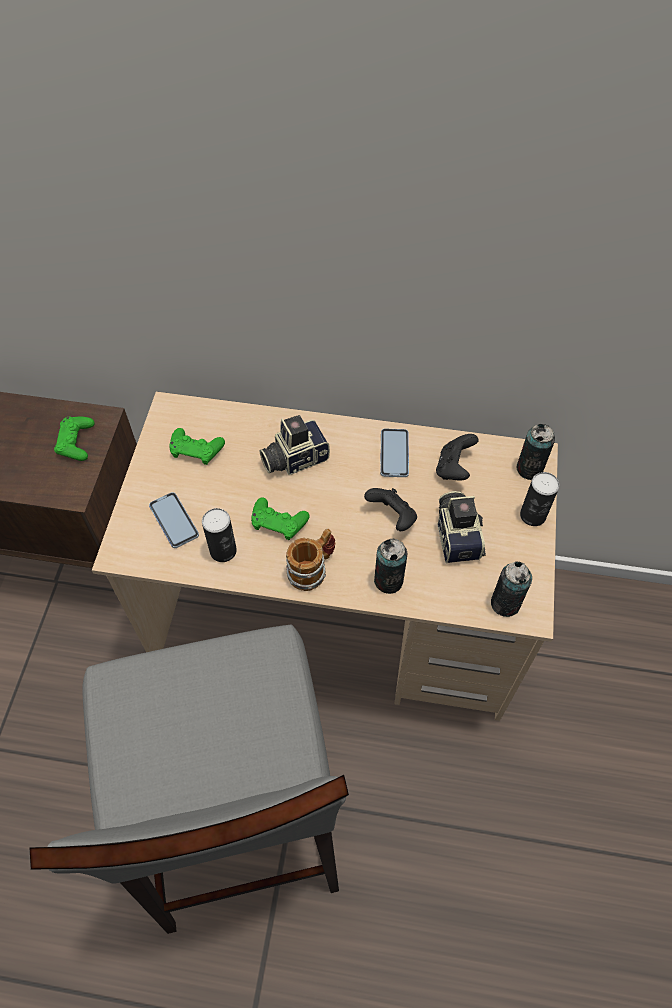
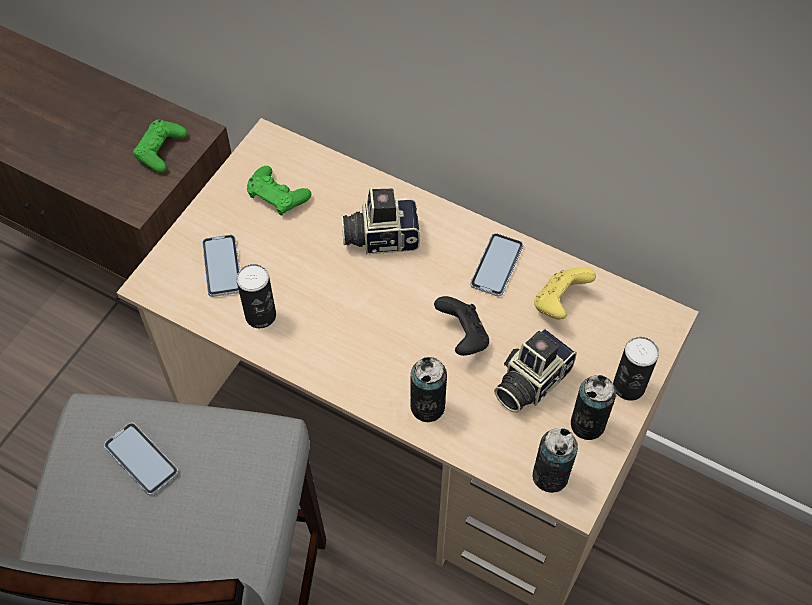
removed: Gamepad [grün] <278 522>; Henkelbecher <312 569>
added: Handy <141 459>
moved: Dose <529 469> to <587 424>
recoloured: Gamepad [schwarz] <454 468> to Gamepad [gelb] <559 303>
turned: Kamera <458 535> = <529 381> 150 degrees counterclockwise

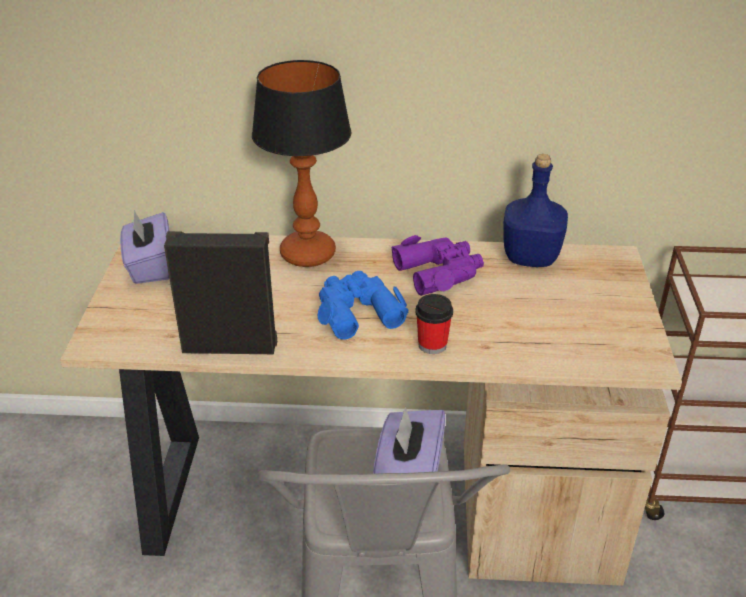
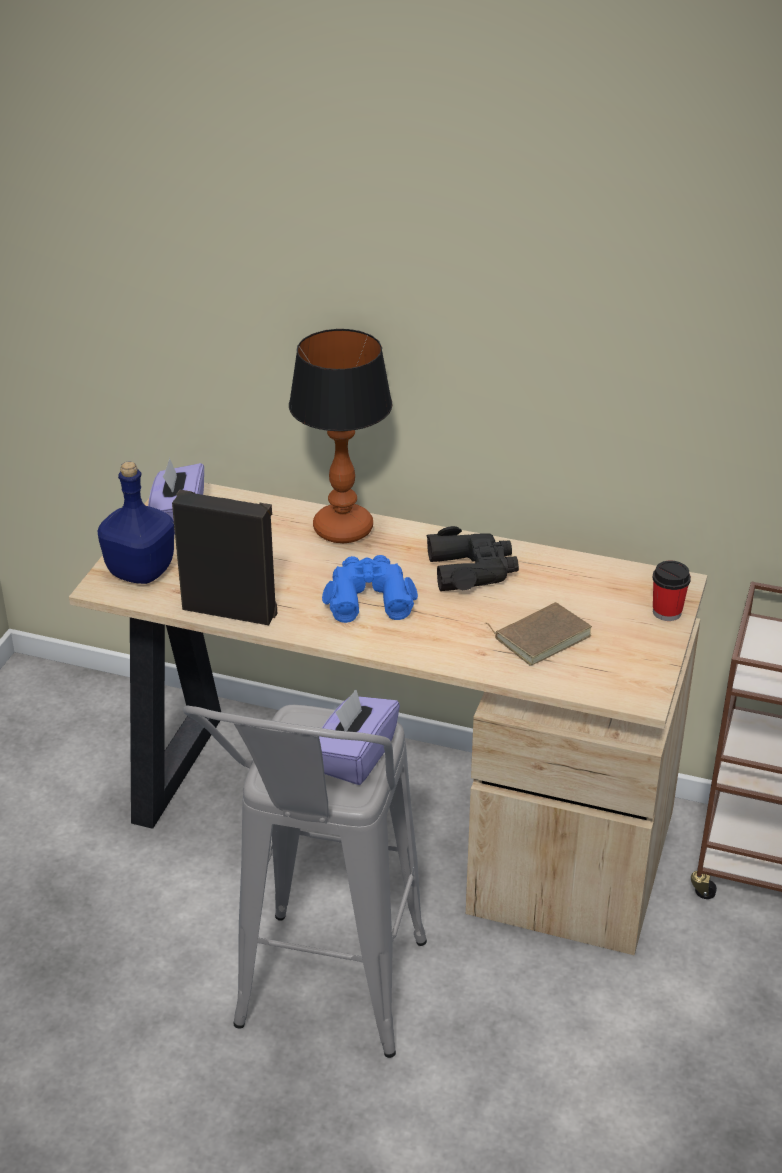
added: Buch [braun] <541 636>
moved: Tasse <432 345> to <667 612>; Flasche [blau] <529 257> to <139 571>
recoloured: Fernglas [lila] <439 272> to Fernglas [schwarz] <472 570>

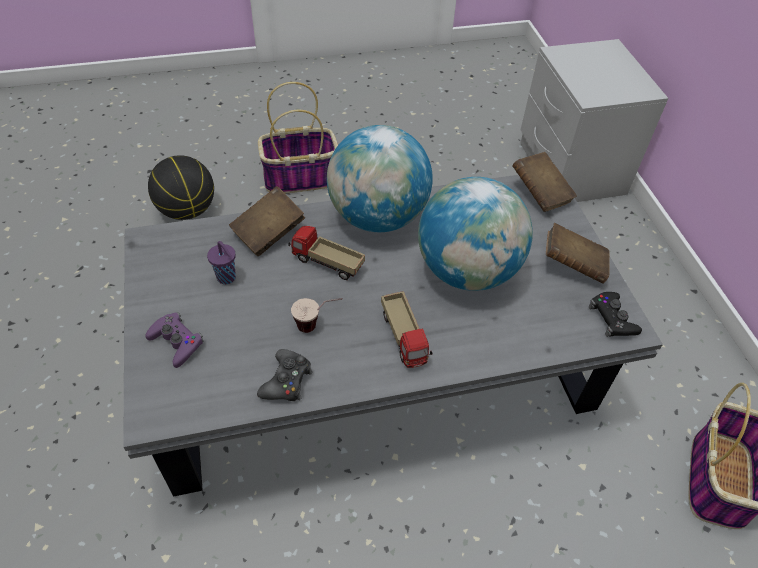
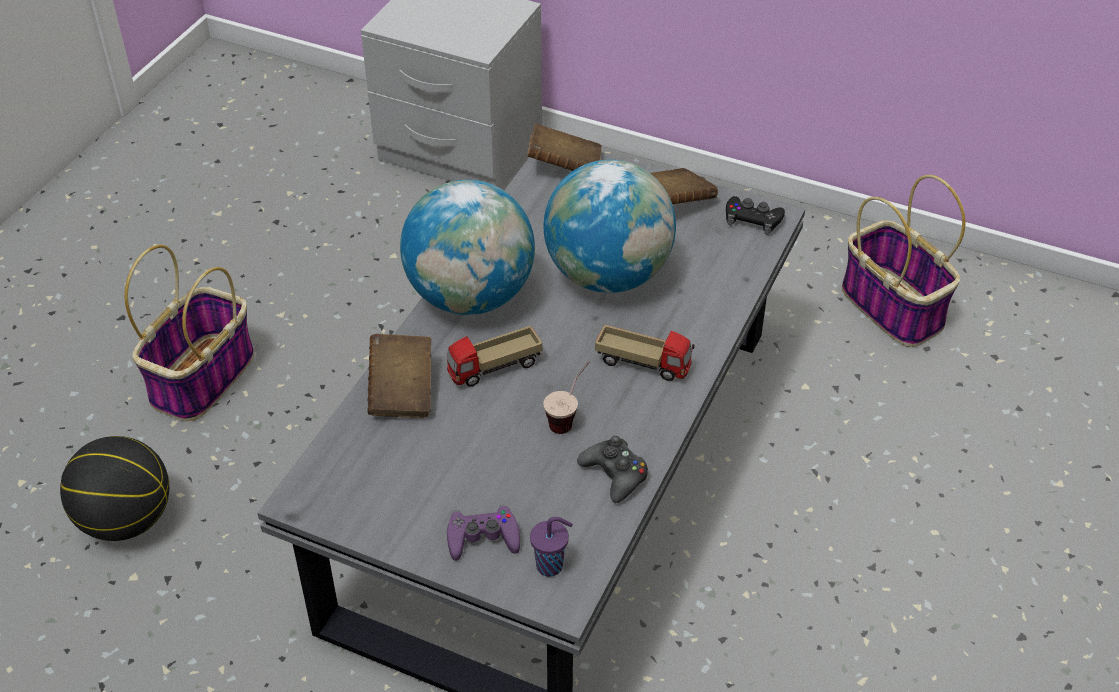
moved: Tasse [lila] <227 278> to <551 566>

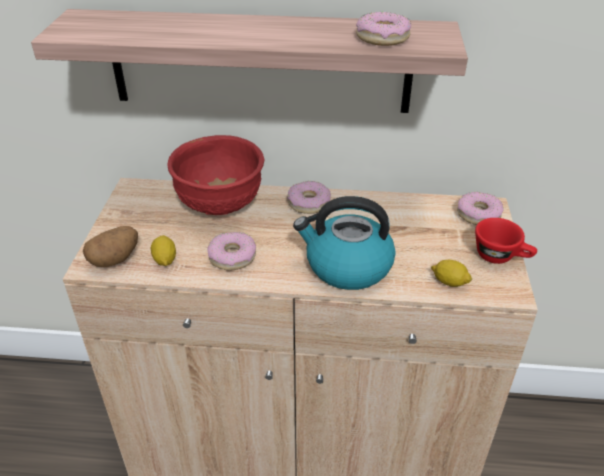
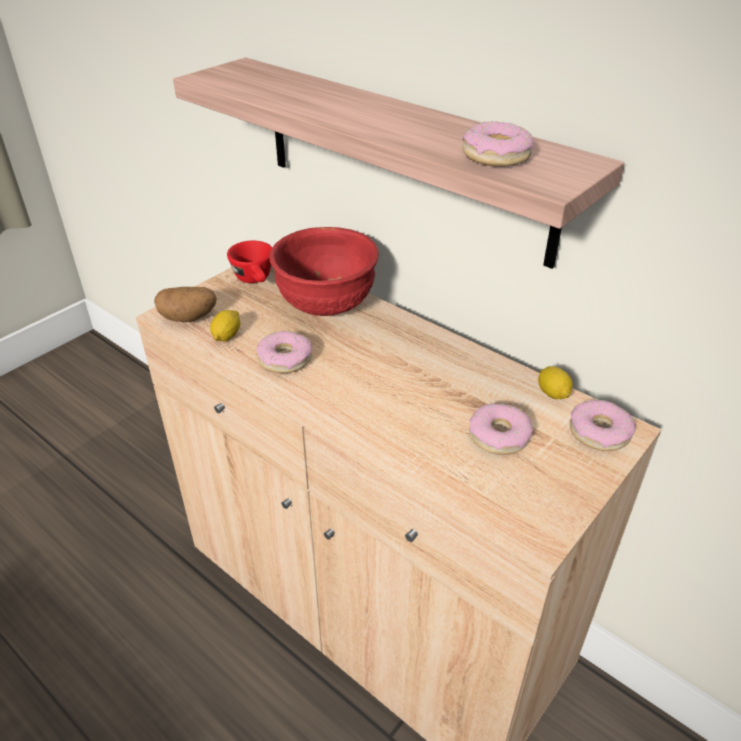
removed: Wasserkessel <347 266>
moved: Donut <308 203> to <499 436>; Zitrone <449 282> to <552 393>; Tasse [rot] <501 256> to <256 280>

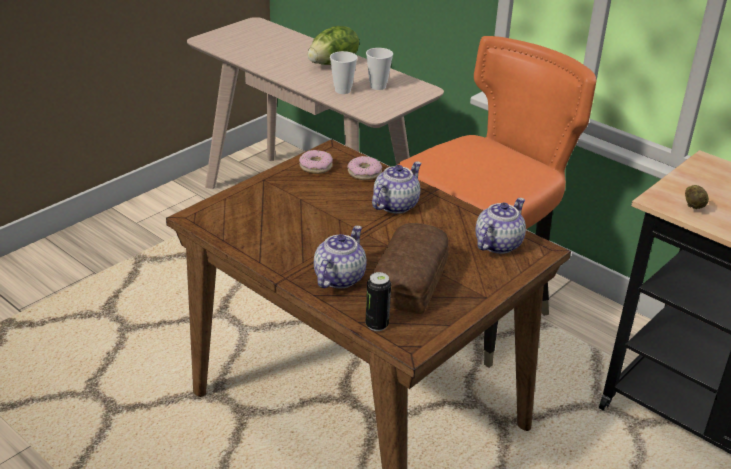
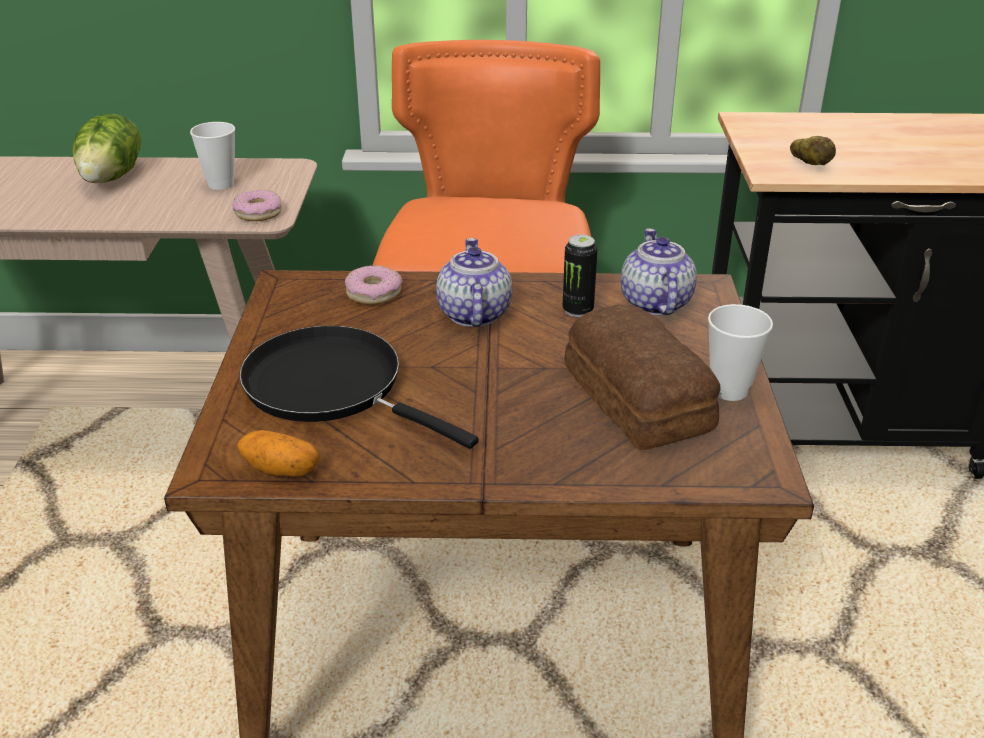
removed: Teekanne <339 277>
added: Kartoffel <281 469>; Pfanne [schwarz] <332 387>
moved: Donut <316 167> to <258 213>; Tasse <342 90> to <729 390>; Dose <377 325> to <577 310>

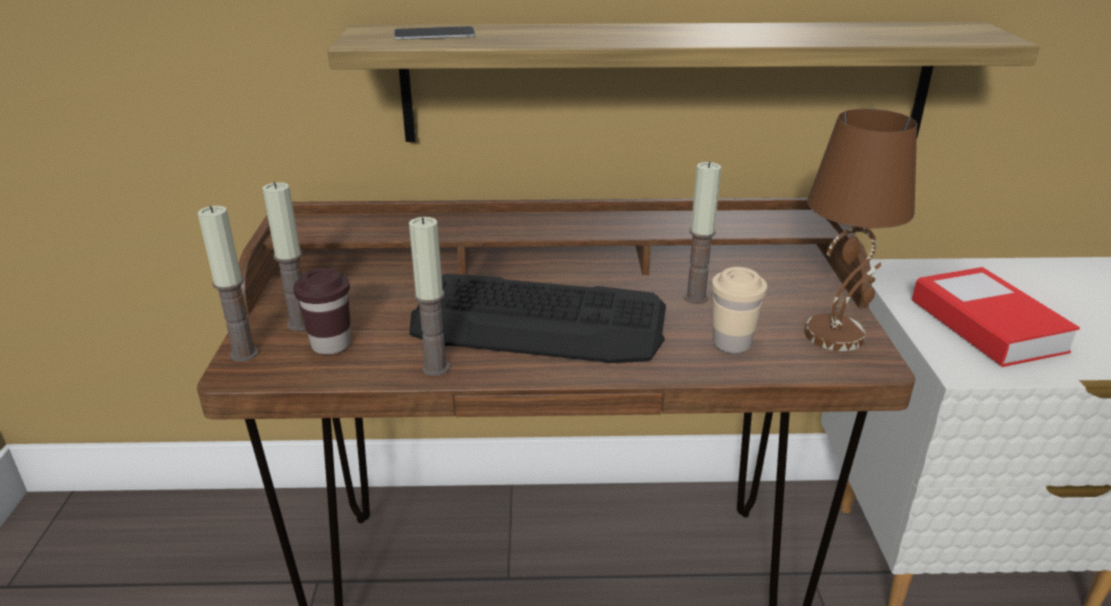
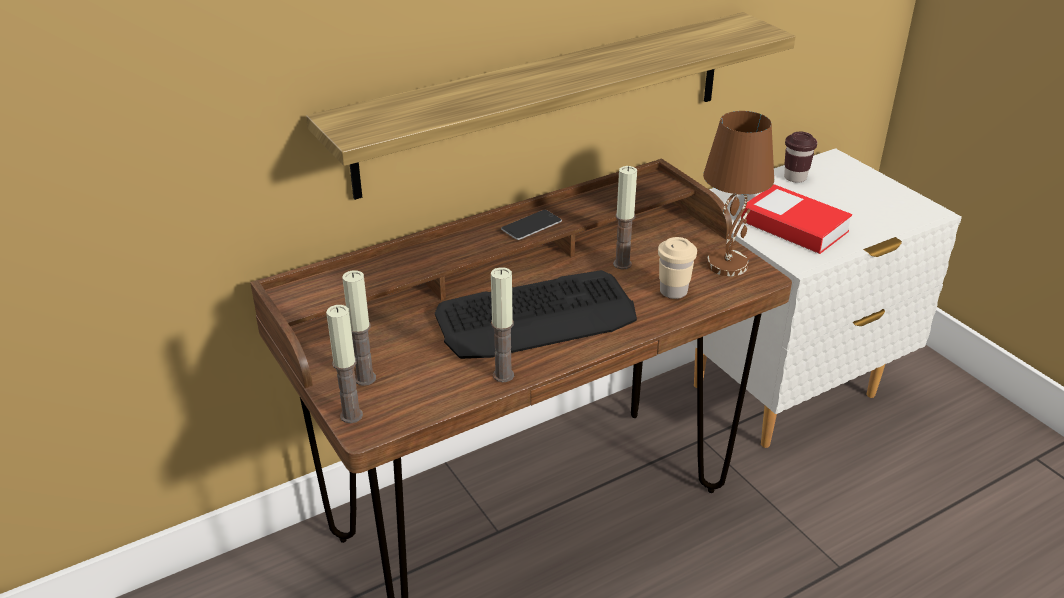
moved: Tasse [braun] <331 345> to <795 177>; Handy <434 34> to <531 225>

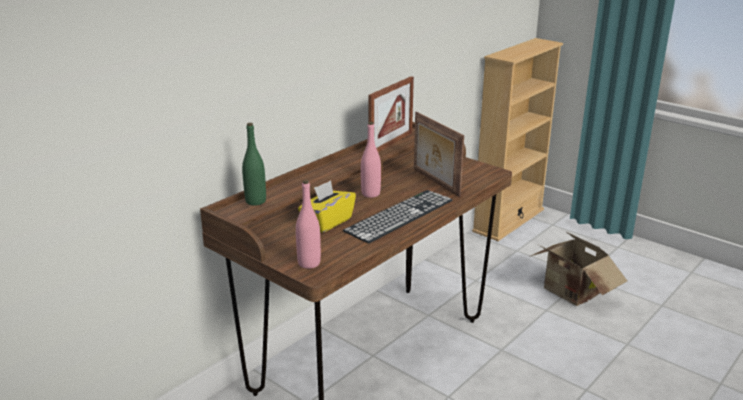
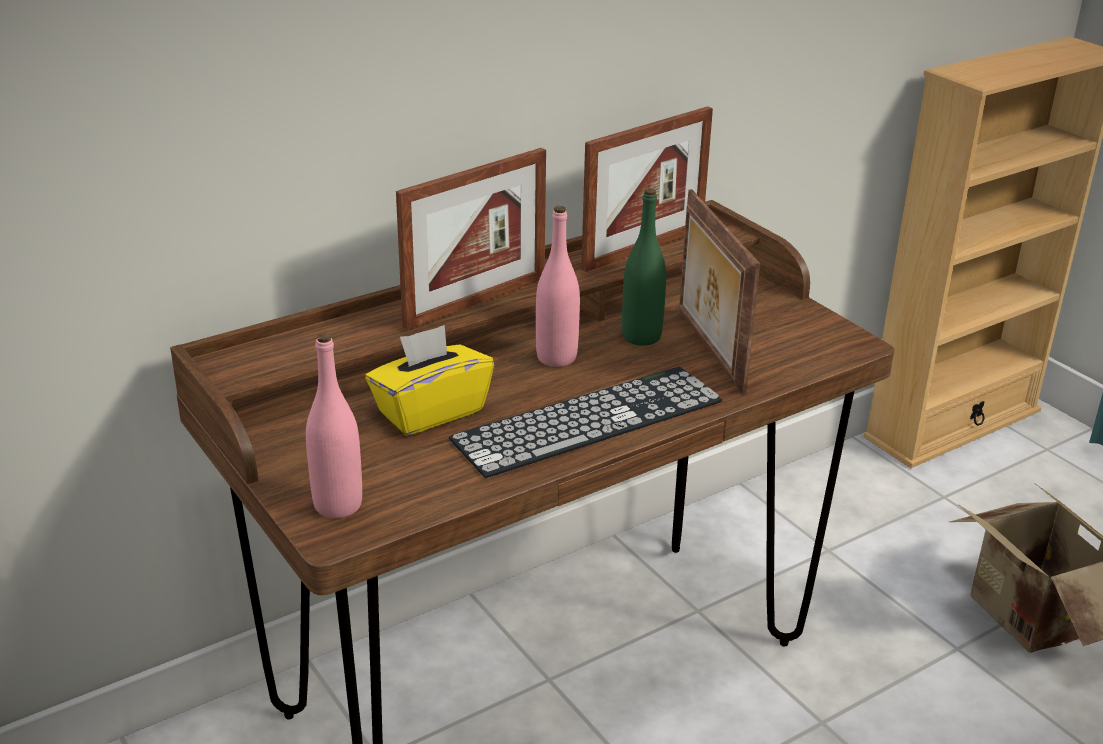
added: Bilderrahmen <475 302>
moved: Flasche [grün] <255 201> to <641 337>

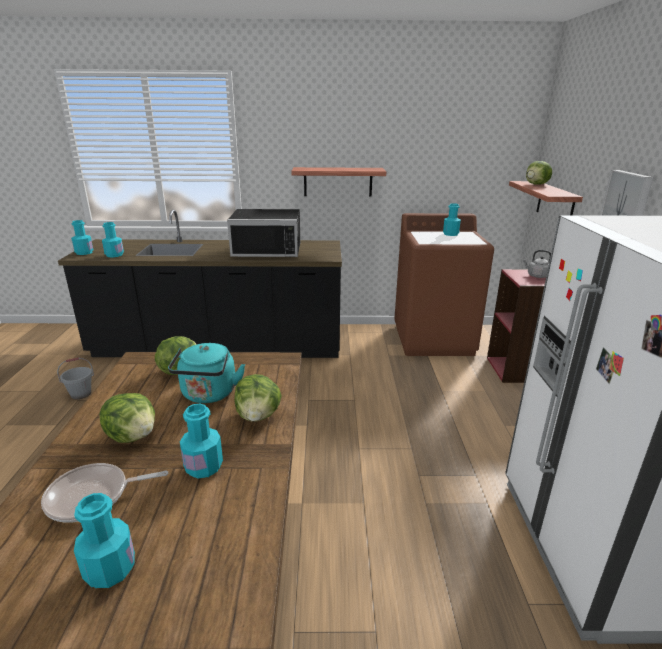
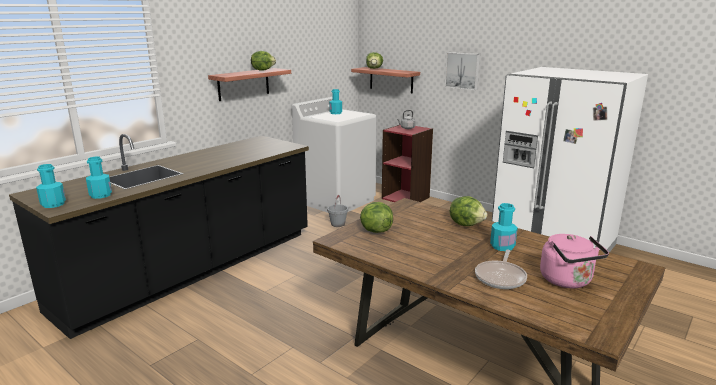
removed: Wasserkessel [türkis] <208 395>; Mikrowelle [schwarz] <268 250>
moved: Eimer [grau] <81 394> to <338 224>; Salatkopf <133 435> to <263 70>
replaced: Flasche [türkis] <110 569> to Wasserkessel [rosa] <568 281>
recoloured: Waschmaschine [braun] <434 339> to Waschmaschine [weiß] <336 201>

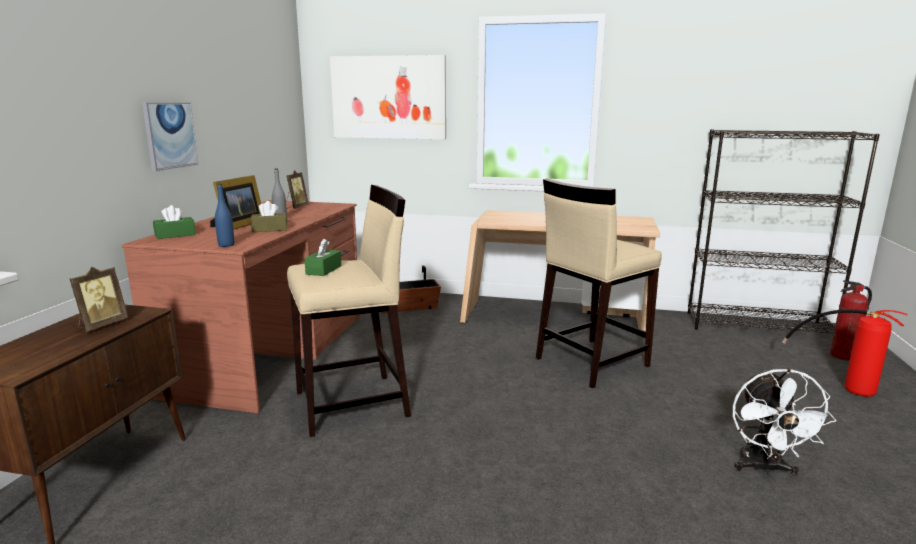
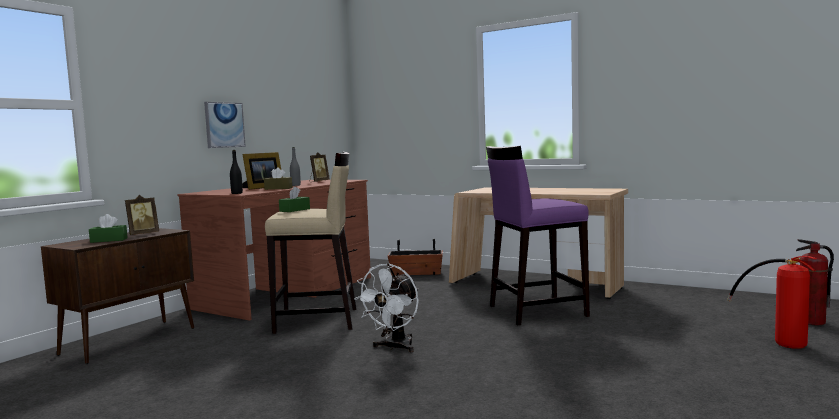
removed: Bild <388 97>; Bücherregal [schwarz] <758 325>
moved: Taschentuchbox [grün] <175 235> to <109 240>; Ventilator [weiß] <764 469> to <394 348>
recoloured: Flasche [blau] <226 245> to Flasche [schwarz] <237 193>; Hocker [beige] <590 362> to Hocker [lila] <536 311>

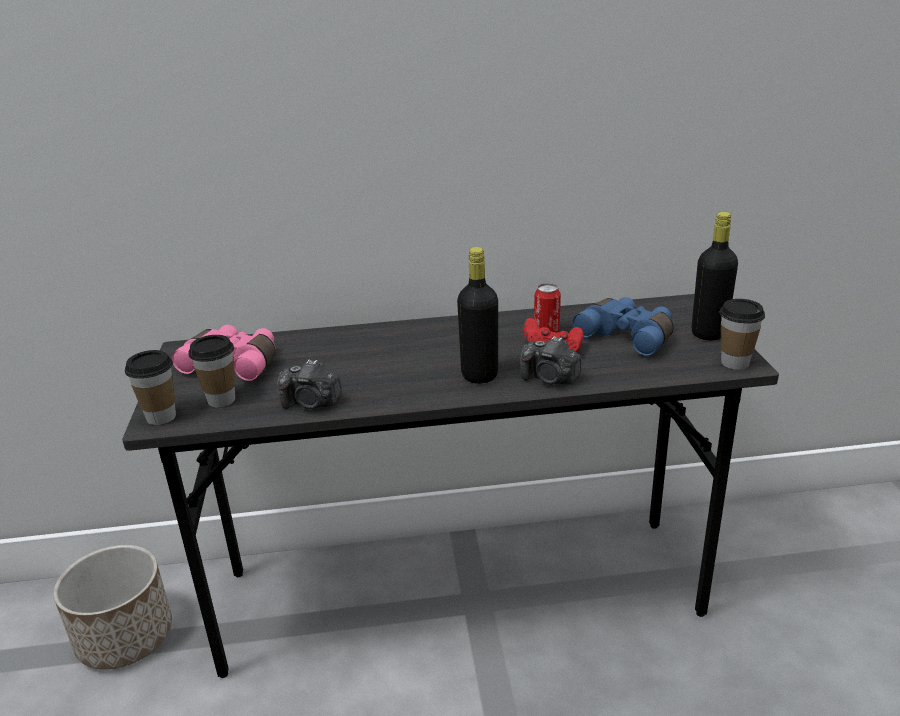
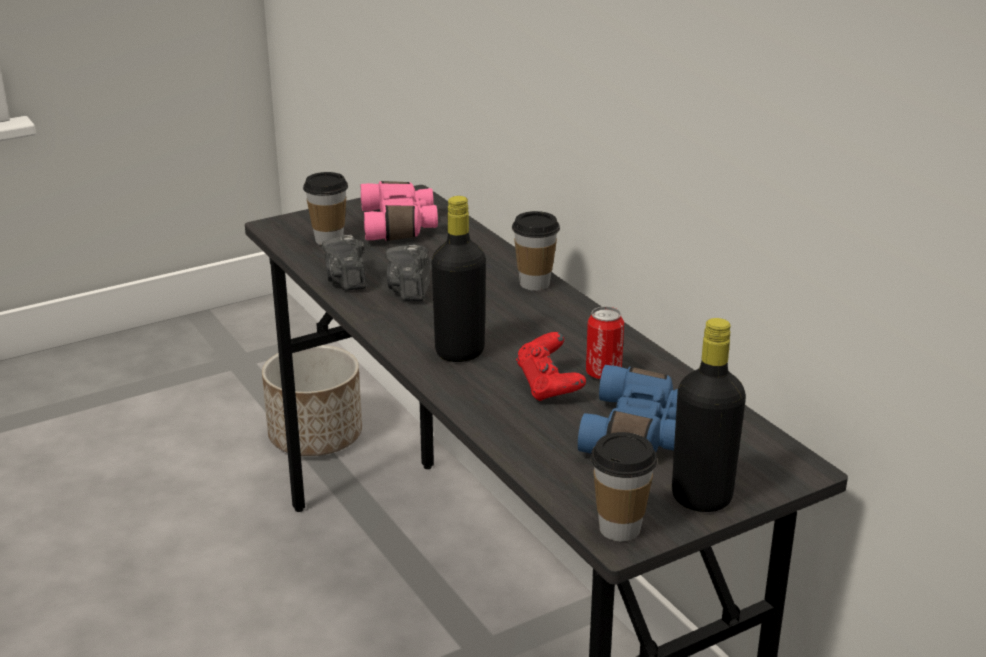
moved: Tasse <161 417> to <534 284>; Kamera <550 379> to <410 290>

